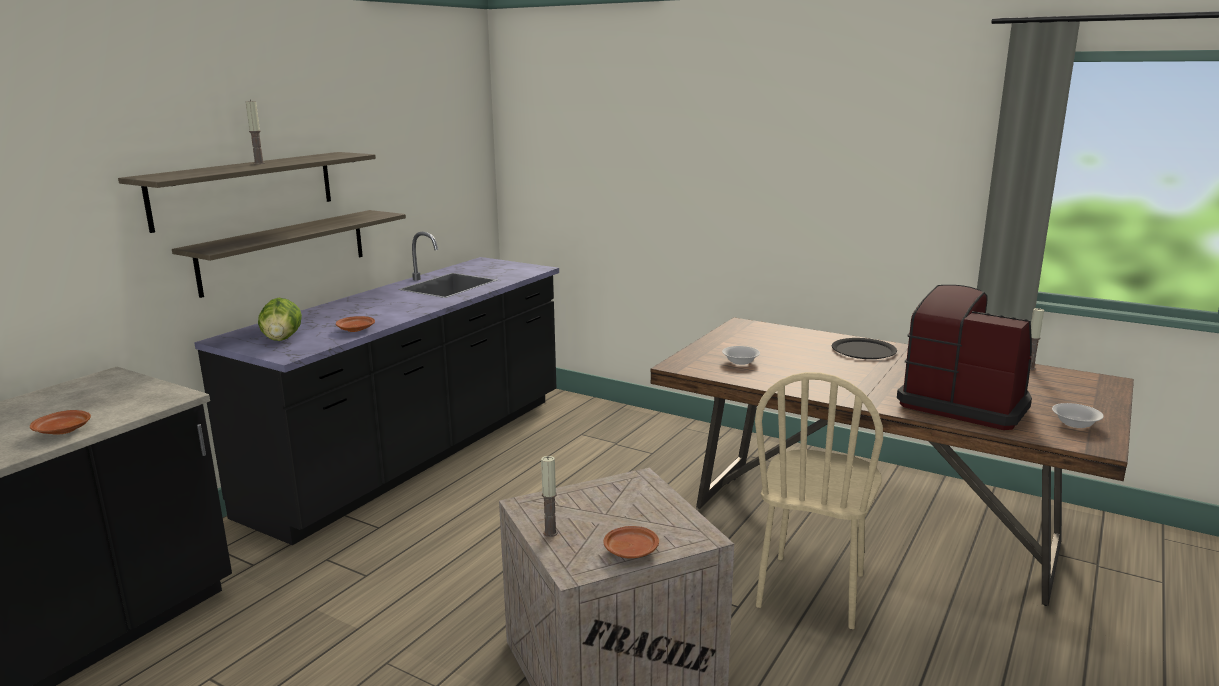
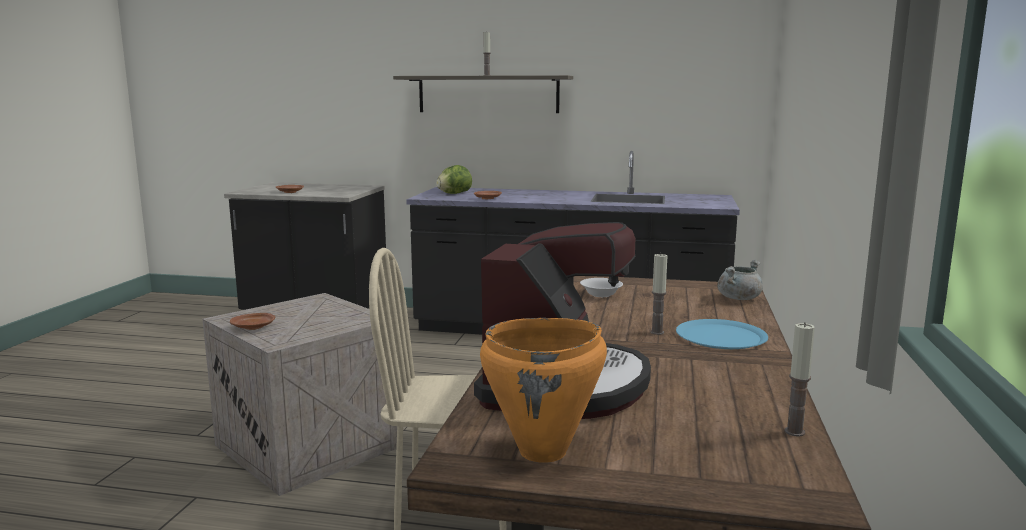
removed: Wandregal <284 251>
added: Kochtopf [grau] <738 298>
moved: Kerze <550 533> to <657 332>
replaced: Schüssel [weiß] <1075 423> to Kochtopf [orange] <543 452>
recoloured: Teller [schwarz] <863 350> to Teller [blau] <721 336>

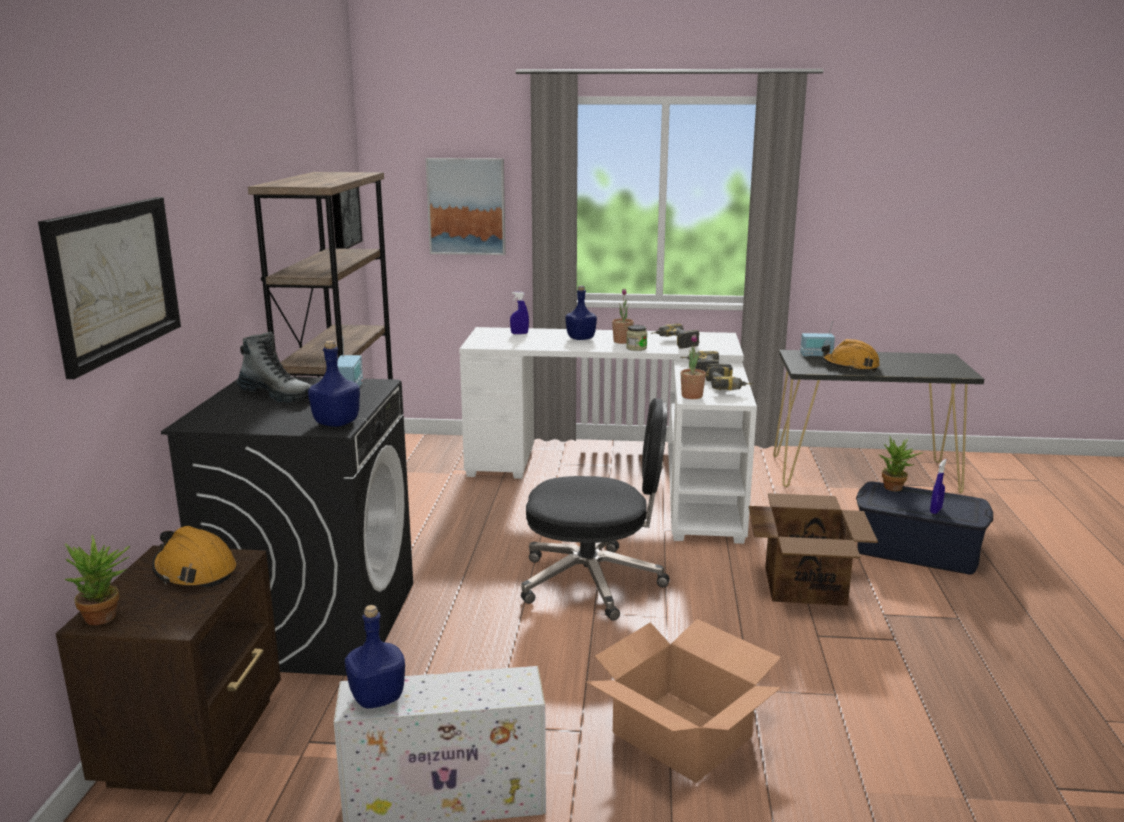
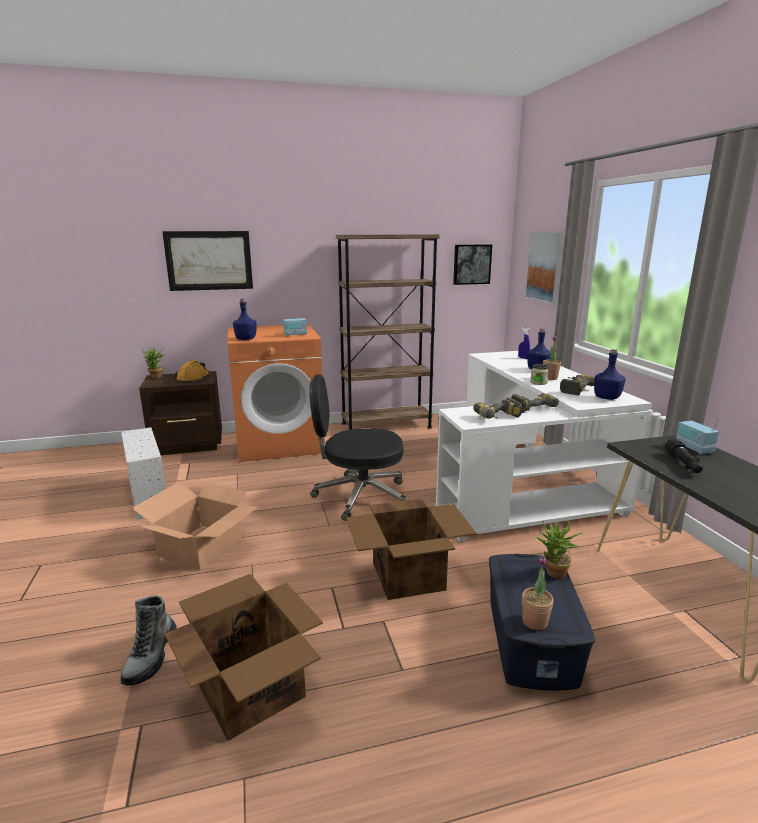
removed: Sprühflasche [blau] <935 510>
added: Karton <251 689>
moved: Stiefel <277 395> to <151 656>; Flasche [blau] <378 697> to <607 398>; Topfpflanze <692 396> to <534 621>
replaced: Schutzhelm [orange] <850 366> to Taschenlampe [schwarz] <683 464>
recoloured: Waschmaschine [schwarz] <315 622> to Waschmaschine [orange] <280 442>
turned: Bürostuhl [schwarz] <594 582> = <359 496> 105 degrees clockwise

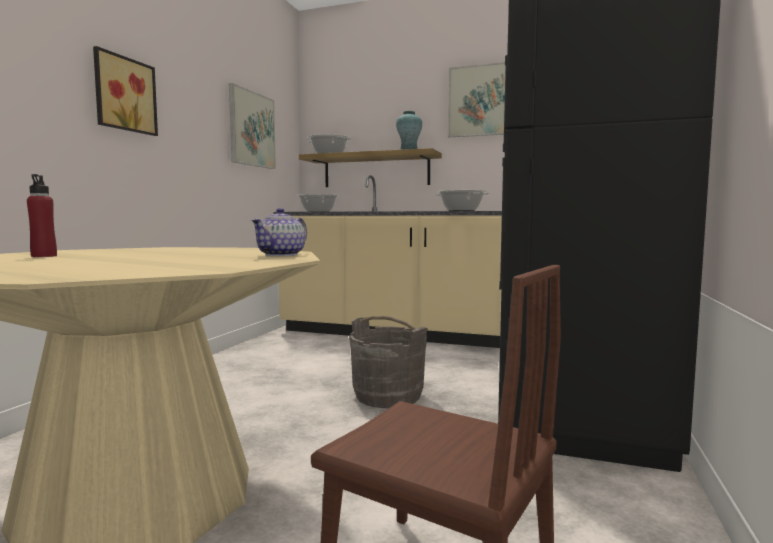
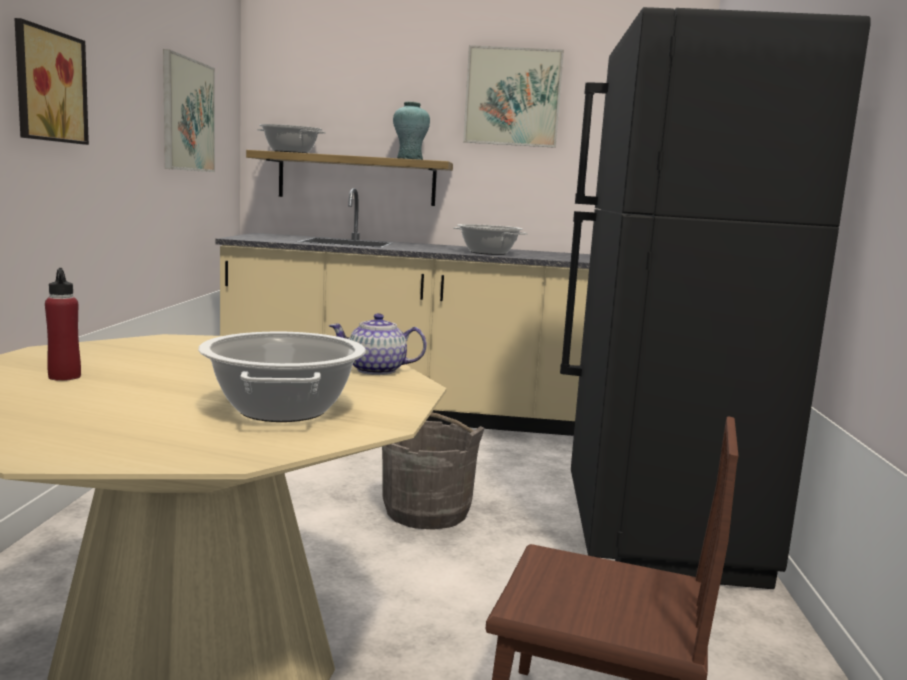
moved: Kochtopf <318 212> to <283 409>
turned: Teekanne <282 255> = <377 370> 75 degrees clockwise

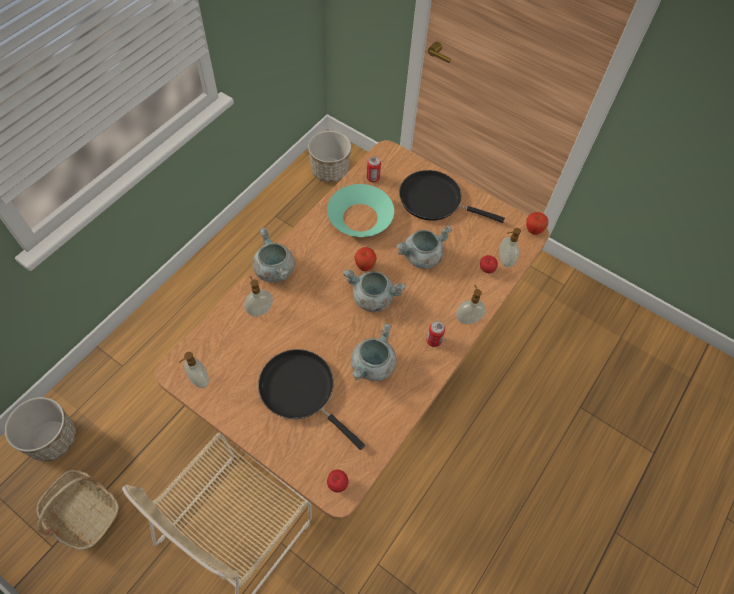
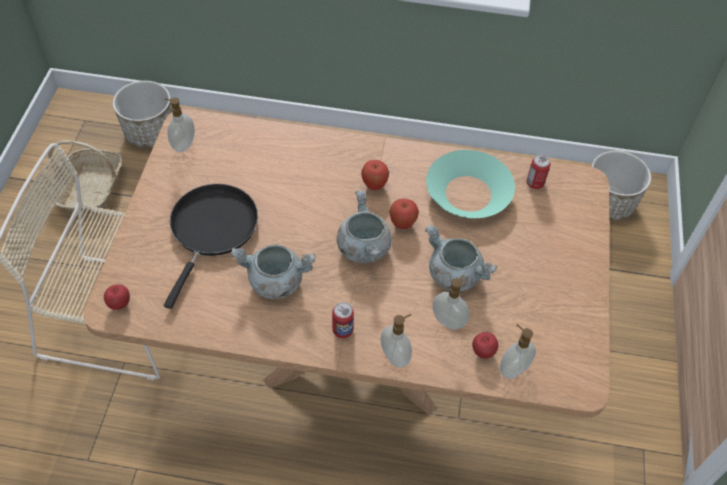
removed: Kochtopf [grau] <274 270>; Pfanne [schwarz] <434 200>
moved: Seifenspender <260 310> to <448 320>; Apfel <533 231> to <374 185>

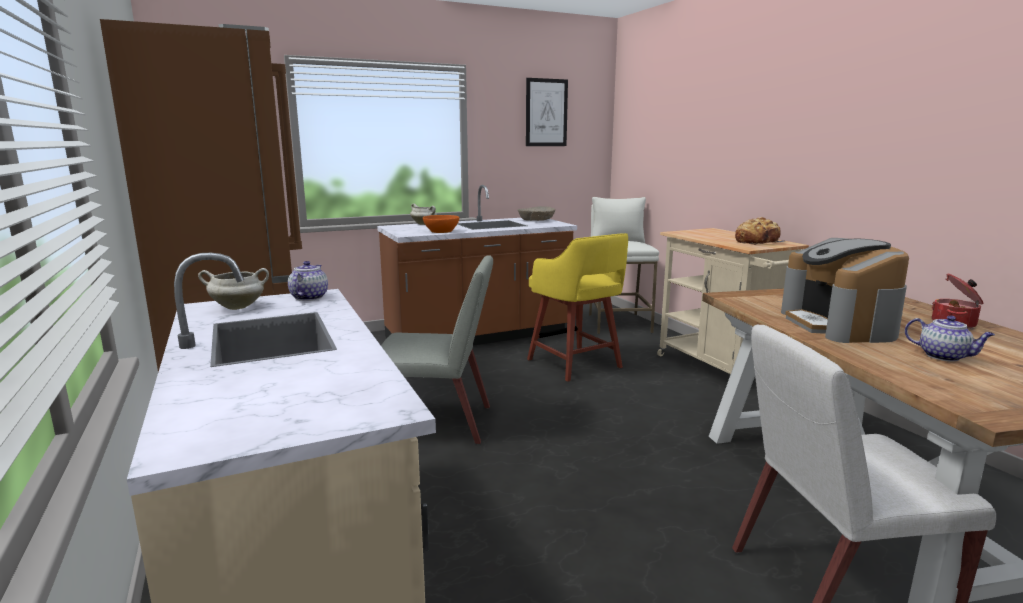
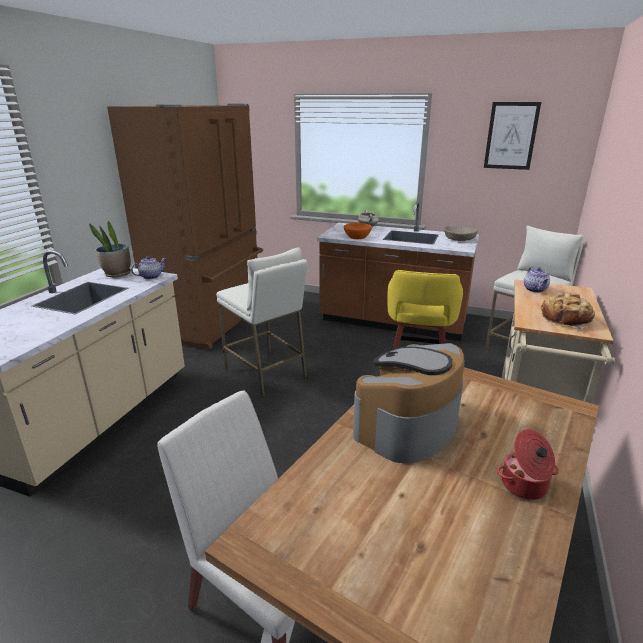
moved: Teekanne <944 356> to <535 290>
replaced: Kochtopf [weiß] <239 307> to Topfpflanze <117 274>; Stuhl [grau] <437 423> to Hocker [weiß] <266 372>

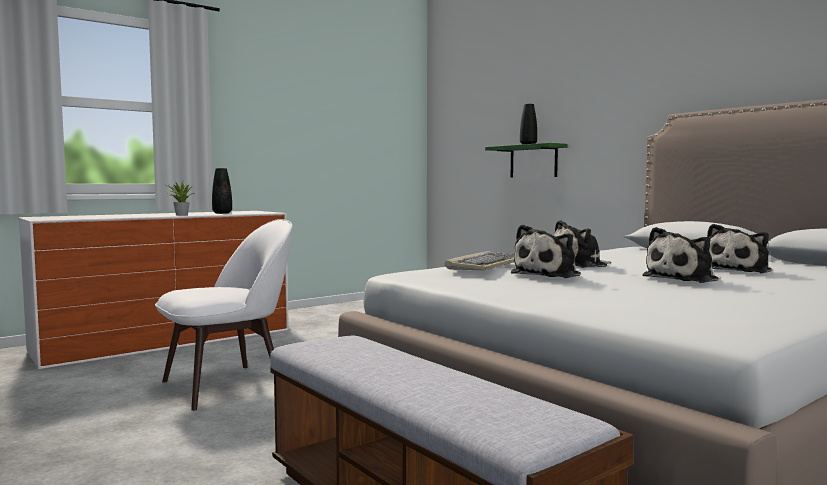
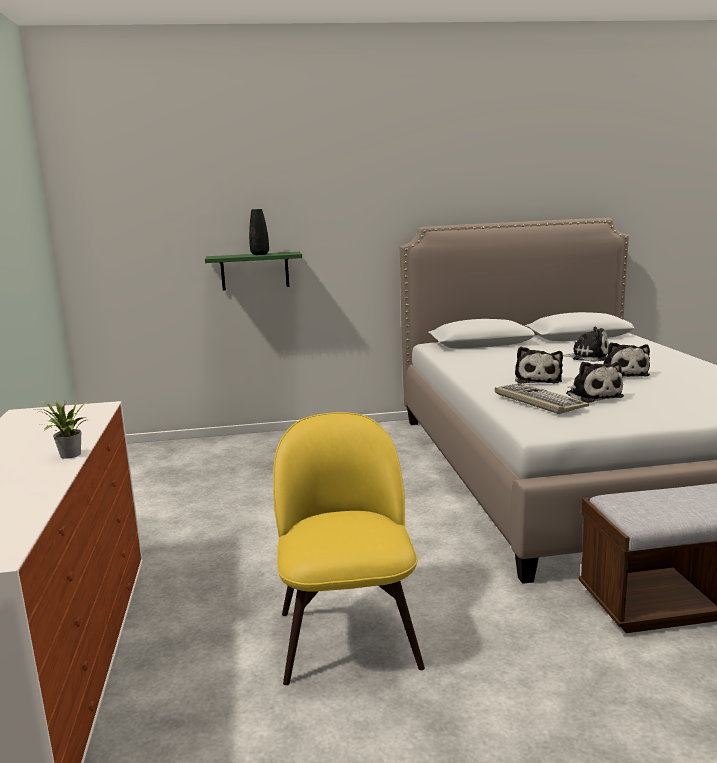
removed: Vase [schwarz] <222 213>
recoloured: Stuhl [weiß] <228 385> to Stuhl [gelb] <348 634>
turned: Plüschtier <739 270> = <587 357> 60 degrees counterclockwise

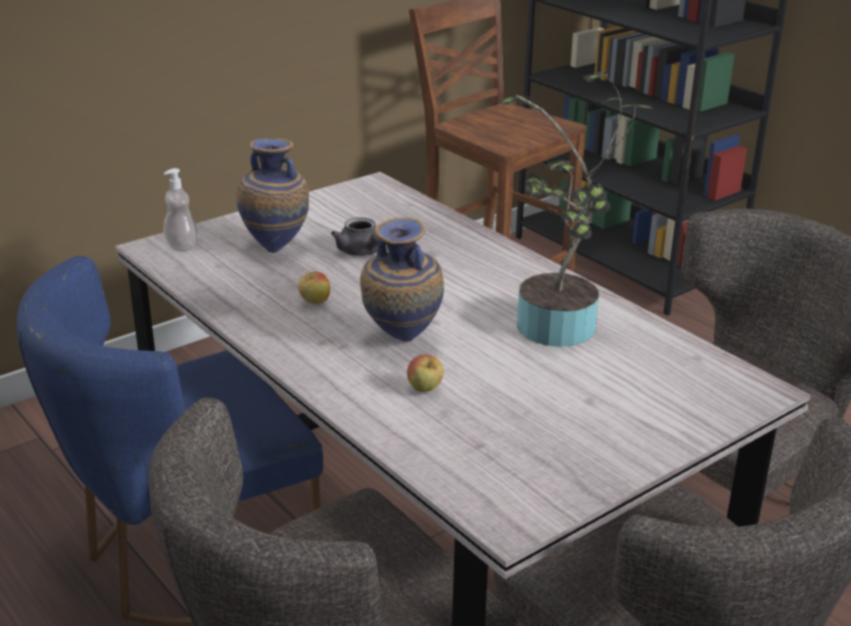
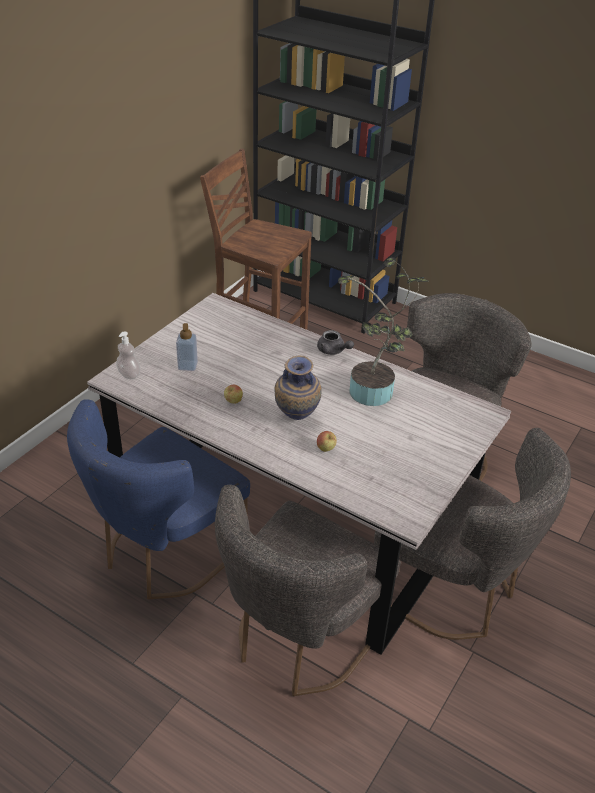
moved: Teekanne [grau] <362 252> to <333 351>
replaced: Vase <277 249> to Seifenspender <187 366>

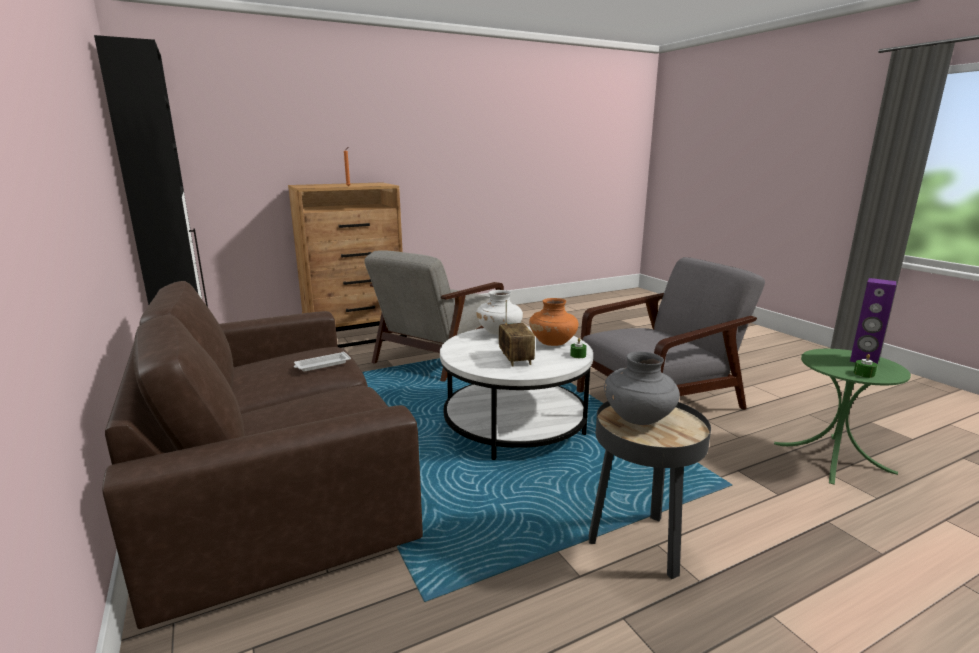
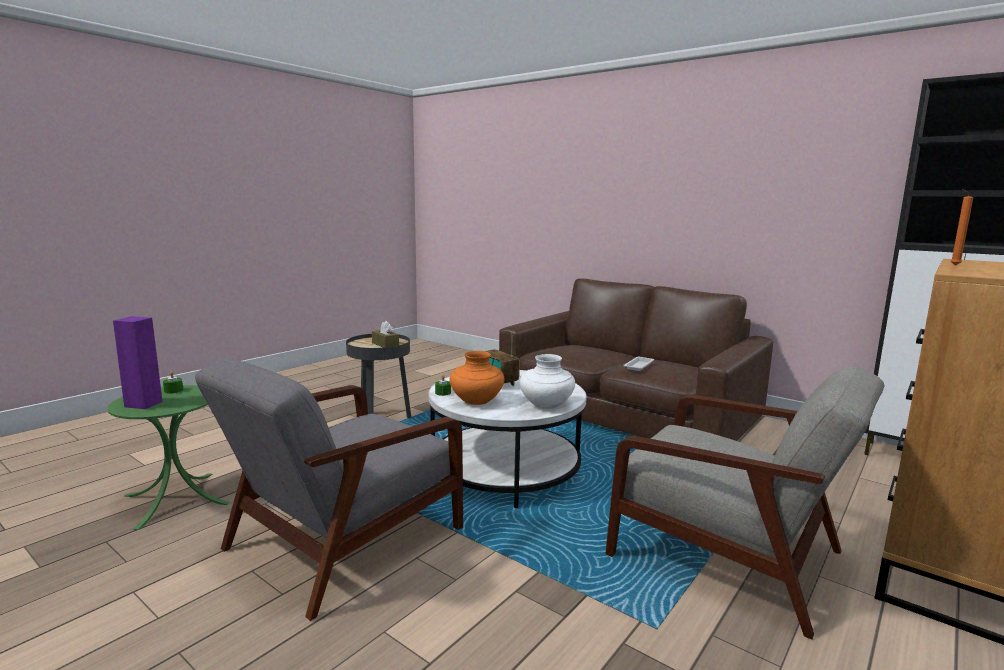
replaced: Vase [grau] <639 418> to Taschentuchbox [braun] <385 344>
turned: Sessel [grau] <438 356> = <728 555> 120 degrees clockwise

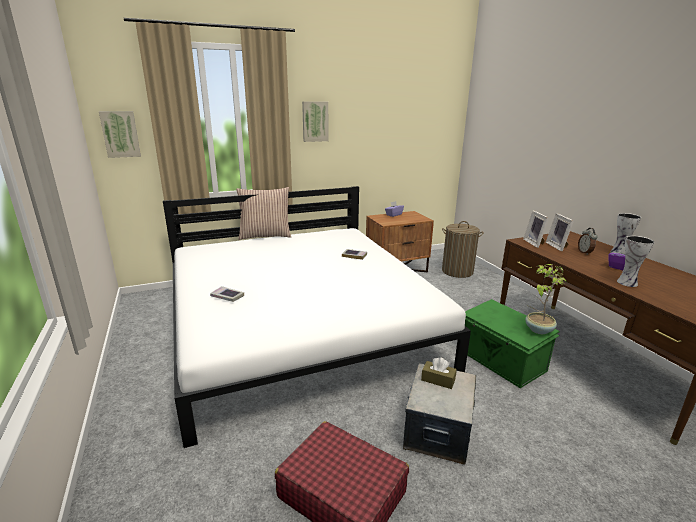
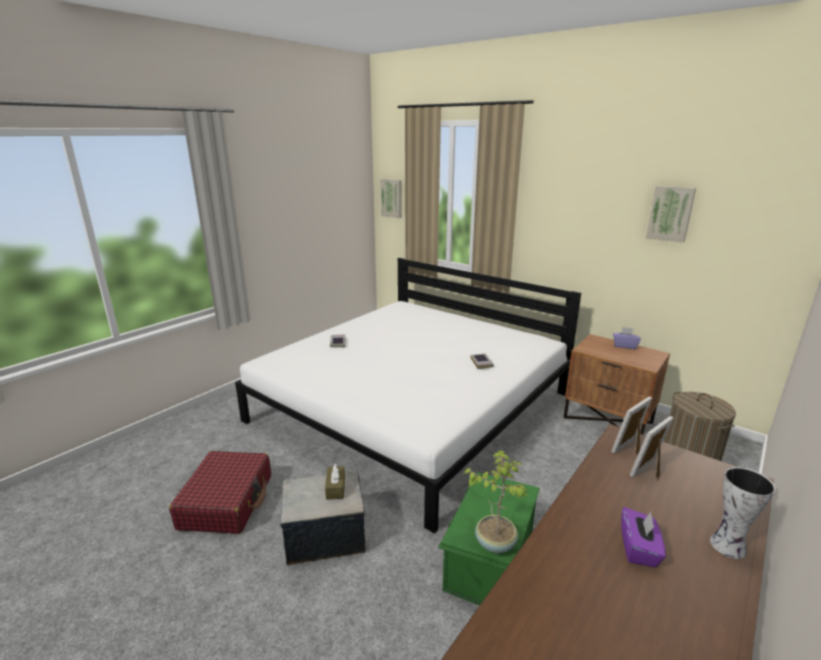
removed: Kissen <265 235>; Wecker <585 252>; Vase <627 282>
moved: Bild <315 121> to <670 213>

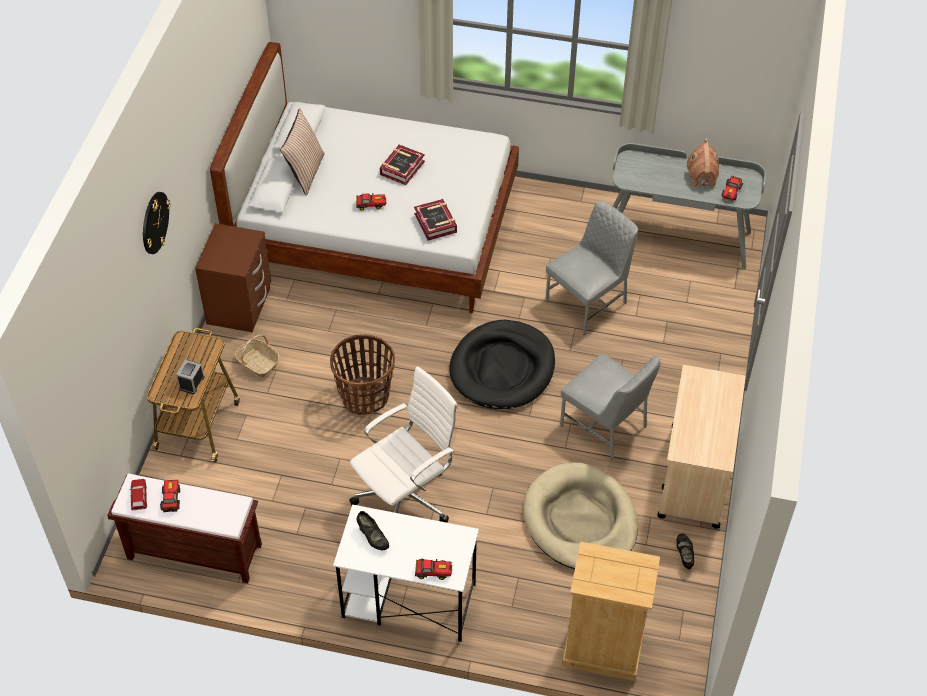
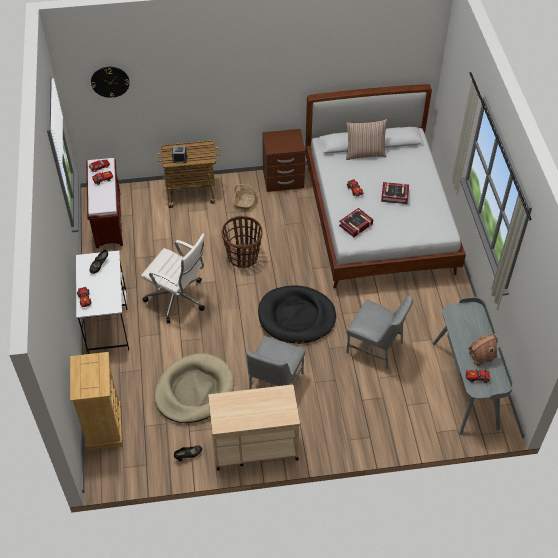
moved: Wanduhr <154 222> to <110 81>

